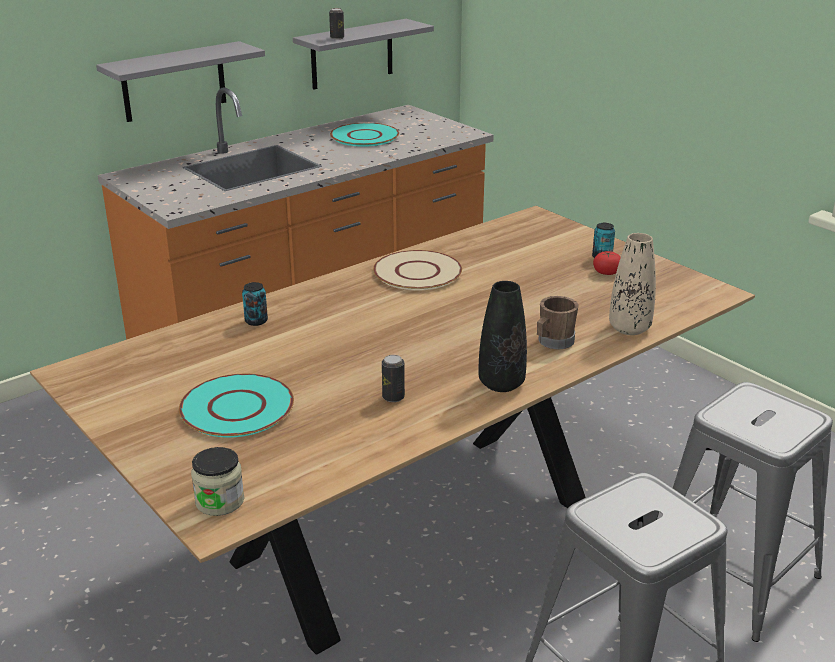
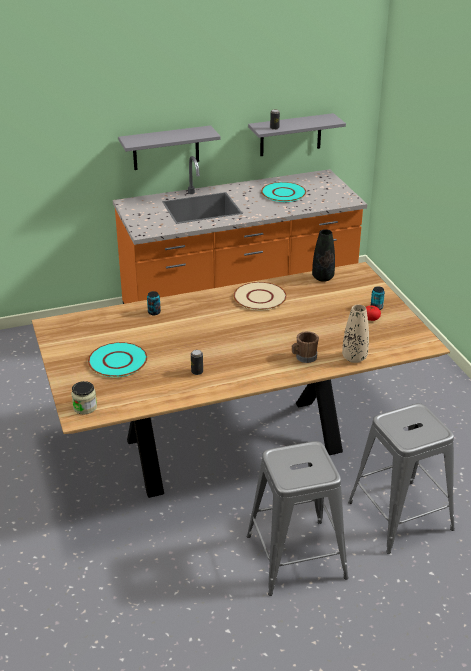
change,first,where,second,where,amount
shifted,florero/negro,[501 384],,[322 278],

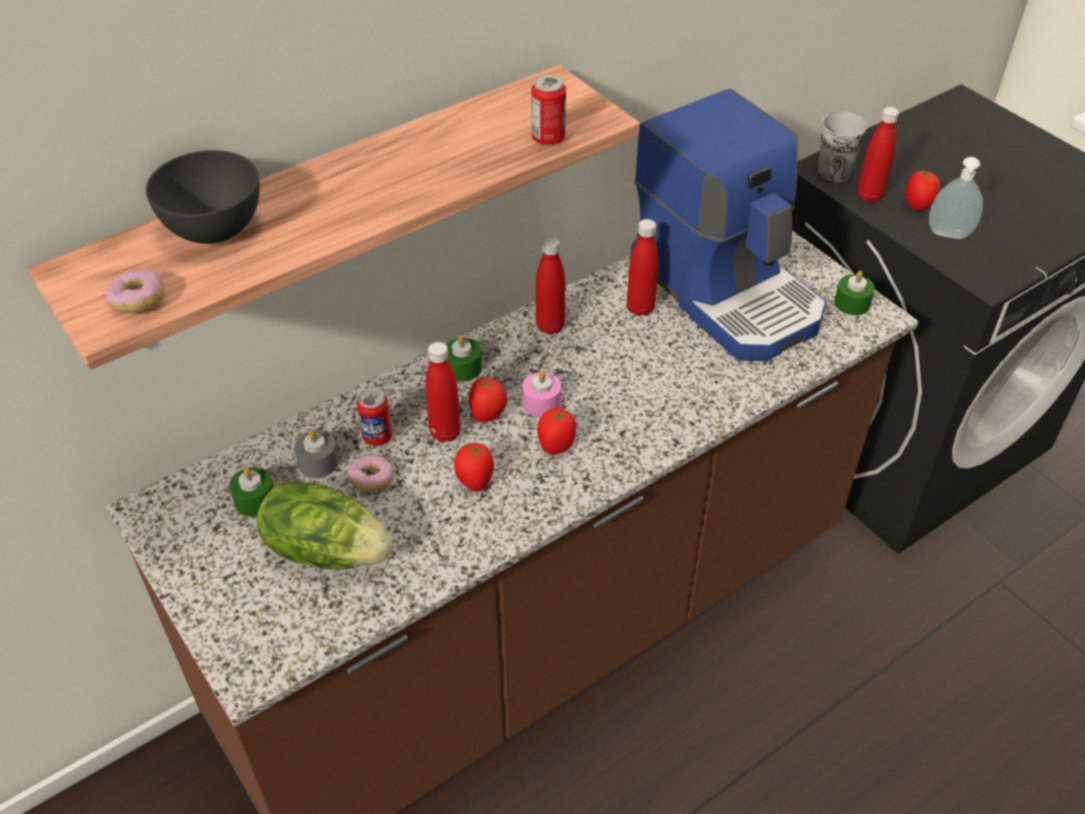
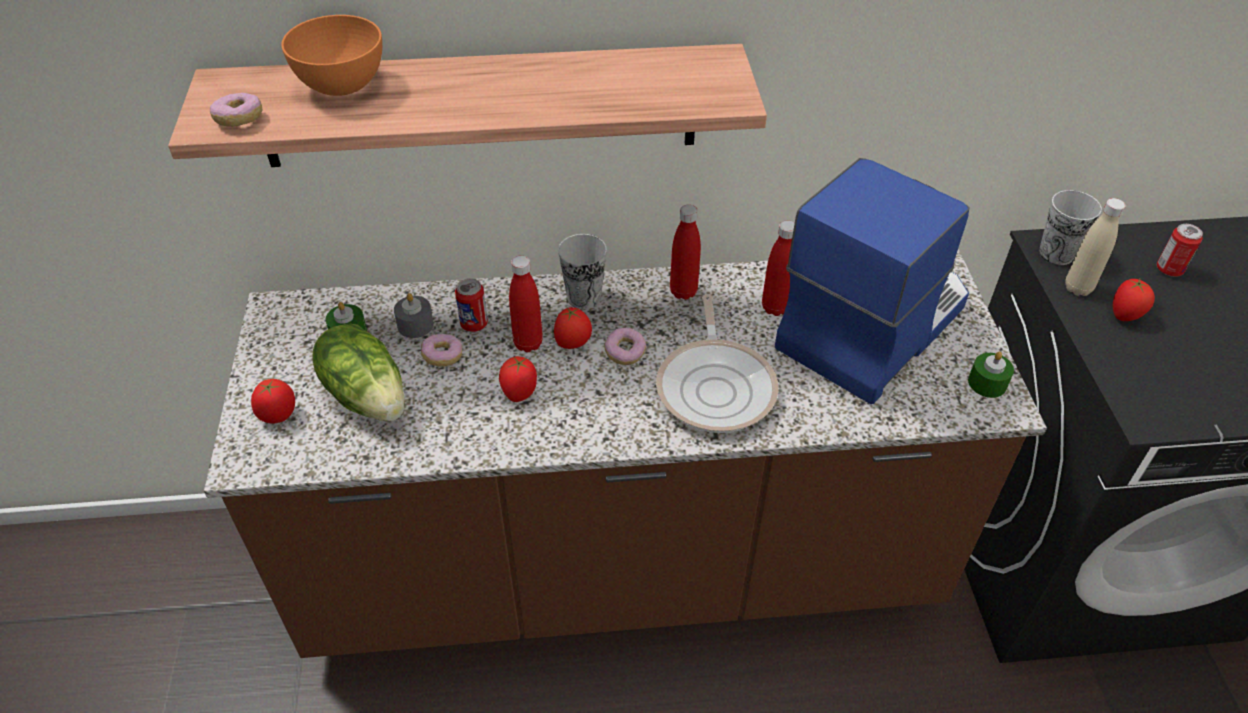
change,first,where,second,where,amount
gone,dispensador de jabón,[948 235],,,
new,,,sartén,[716 386],
shifted,lata,[548 138],,[1169 270],
shifted,tomate,[556 445],,[278 415],
swapped,vela/verde,[463 368],taza,[584 297],
swapped,vela/rosa,[541 403],rosquilla,[625 353],
repainted,cuenco/gris,[213 229],cuenco/naranja,[341 85],
repainted,botella/rojo,[869 196],botella/beis,[1078 288],
rotated,cafetera,[728 291],,[870 324],135 degrees counterclockwise

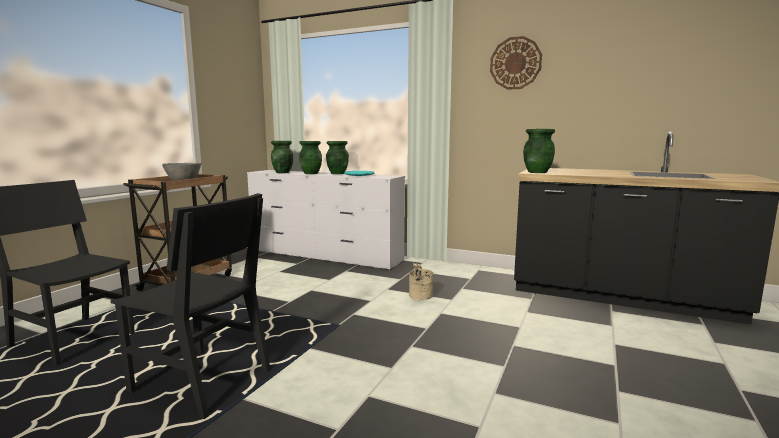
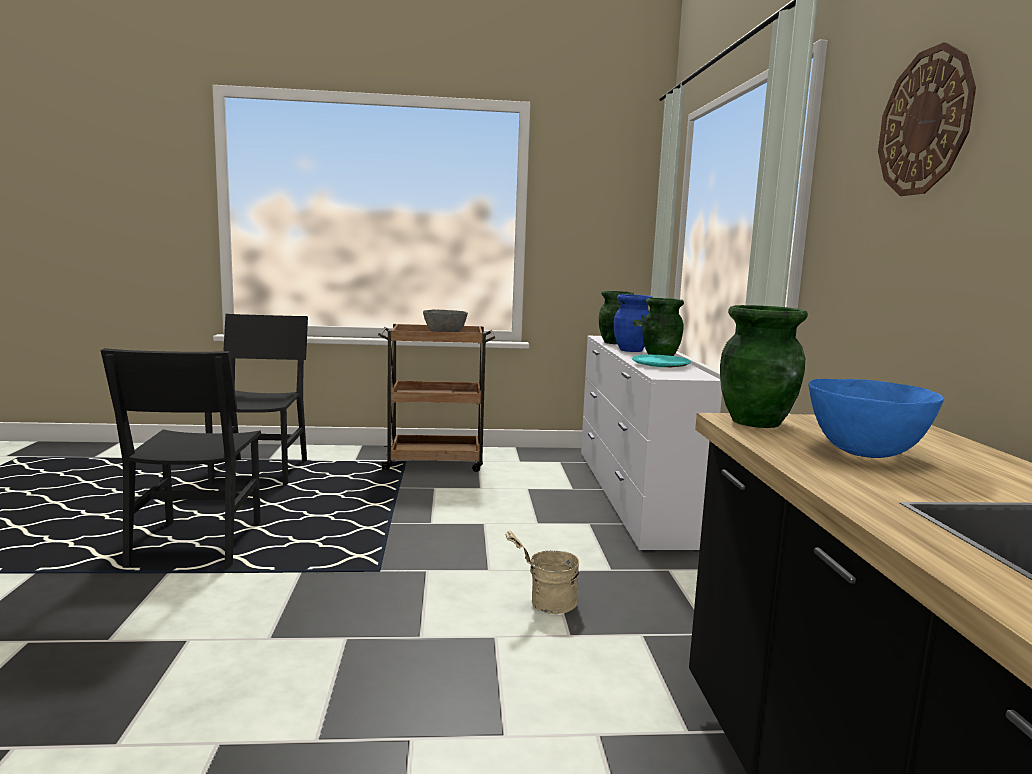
change,first,where,second,where,amount
new,,,cuenco/azul,[866 453],
repainted,florero/verde,[311 173],florero/azul,[631 350],

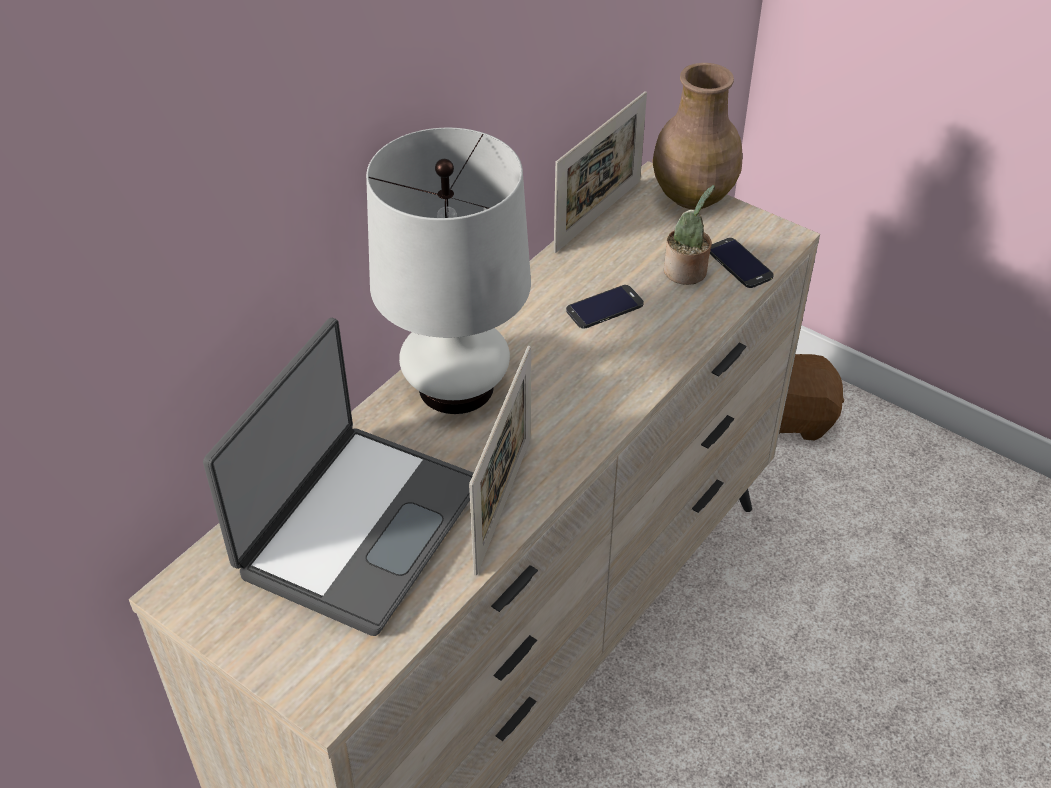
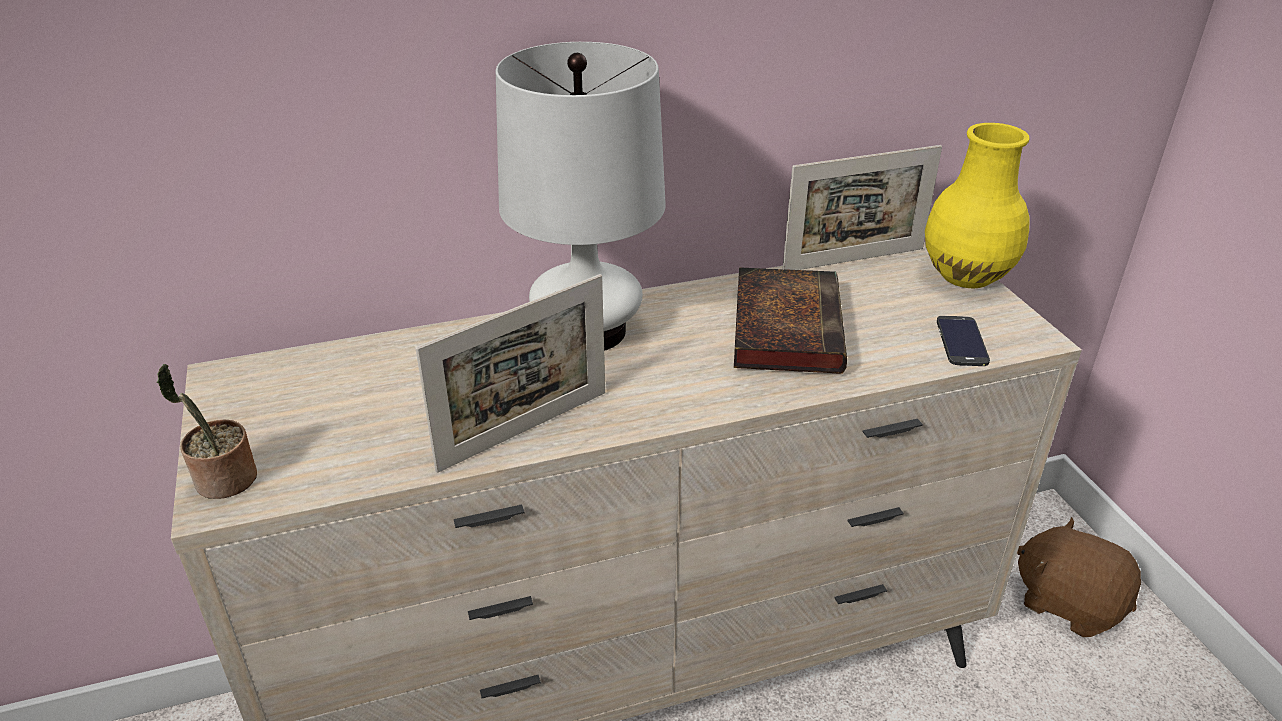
change,first,where,second,where,amount
gone,portátil,[357 527],,,
shifted,planta en maceta,[687 273],,[223 482],
swapped,móvil,[605 307],libro,[785 326],
repainted,florero/marrón,[694 196],florero/amarillo,[968 276],

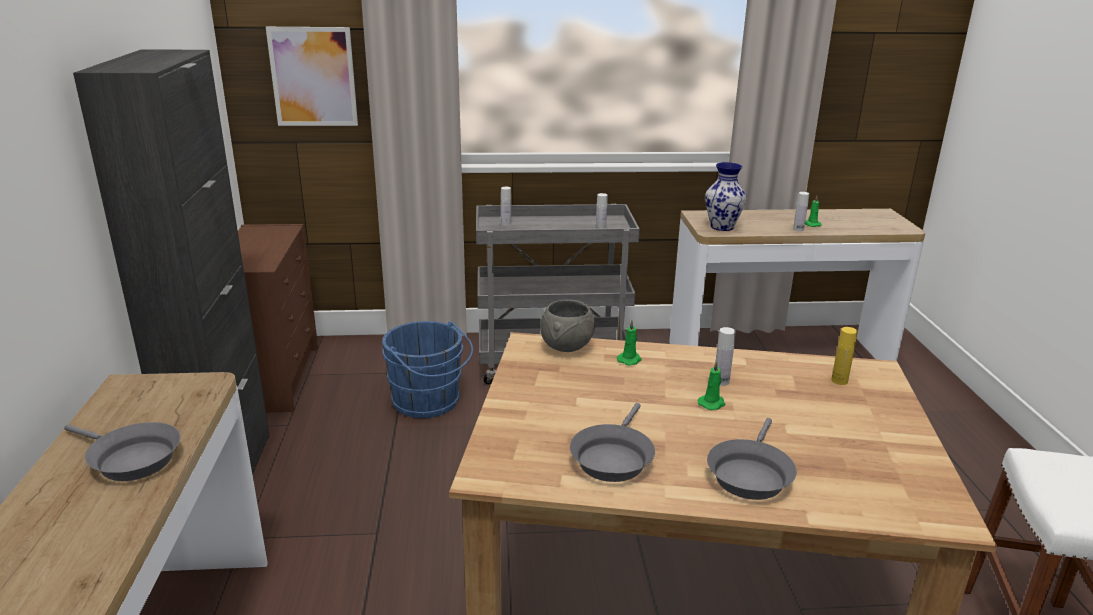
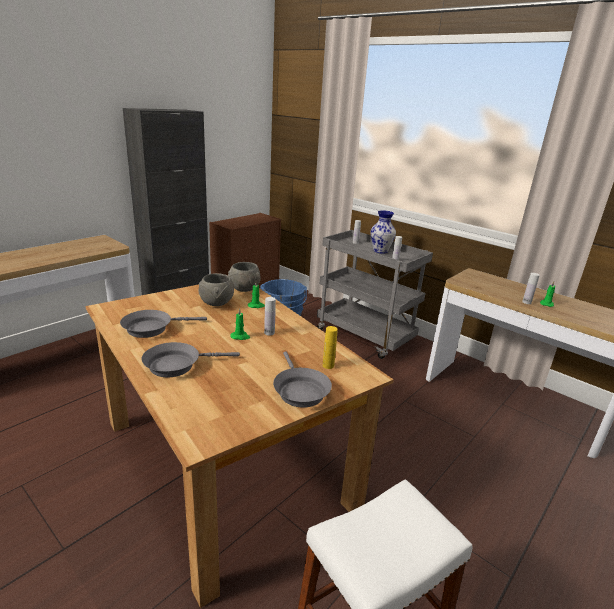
change,first,where,second,where,amount
gone,cuadro,[313 77],,,
new,,,cuenco/gris,[217 304],
shifted,sartén/gris,[130 459],,[299 390],
shifted,florero,[722 227],,[380 251],

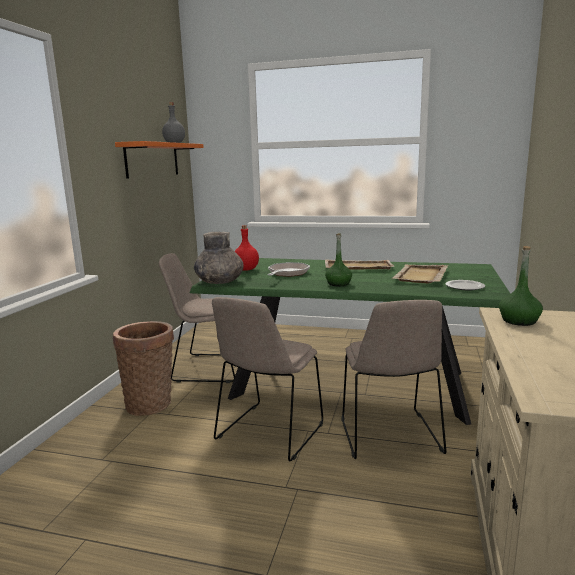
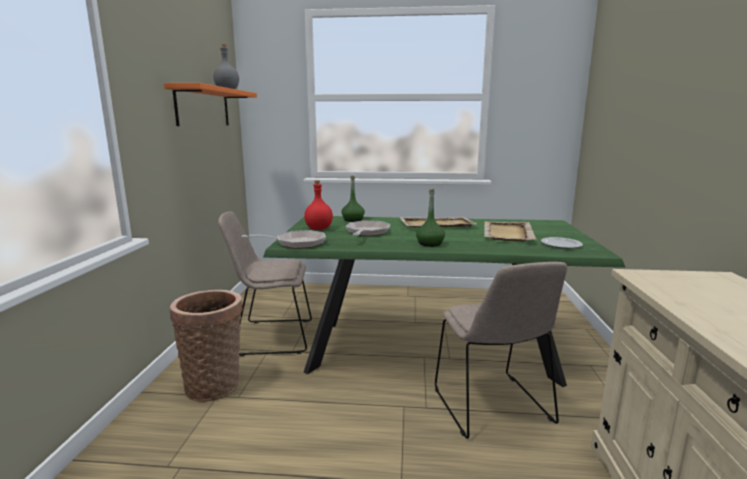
change,first,where,second,where,amount
gone,silla/beis,[268 433],,,
shifted,botella/verde,[519 321],,[353 220],
swapped,florero/gris,[219 281],sartén,[296 243],

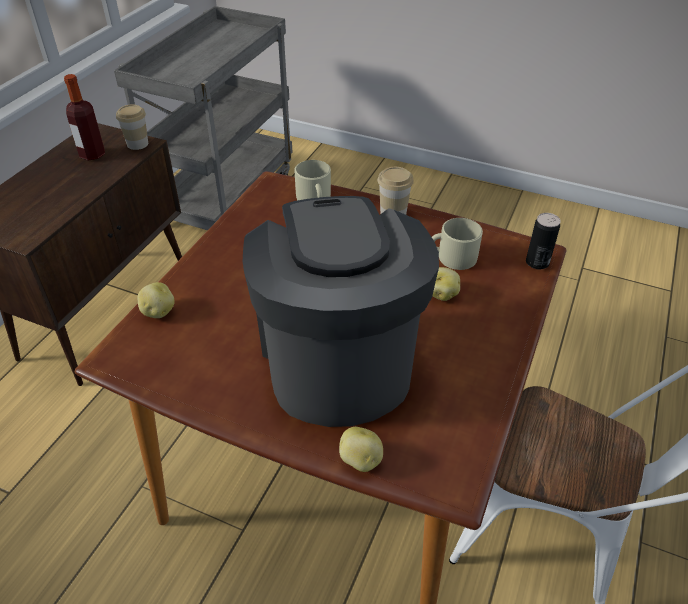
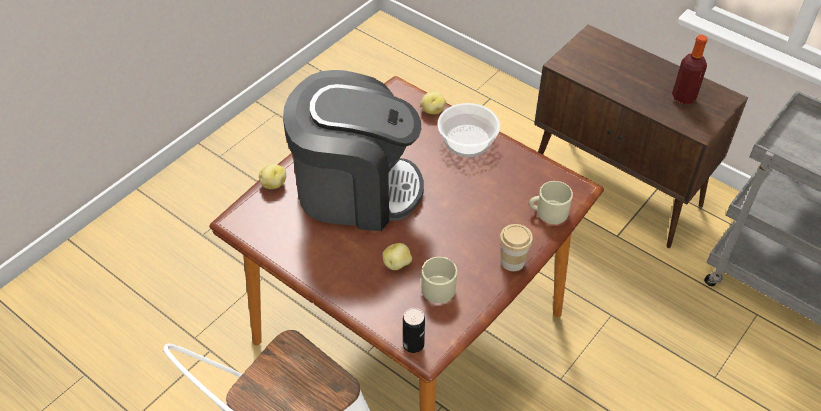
change,first,where,second,where,amount
gone,taza,[137 144],,,
new,,,cuenco,[467 140],

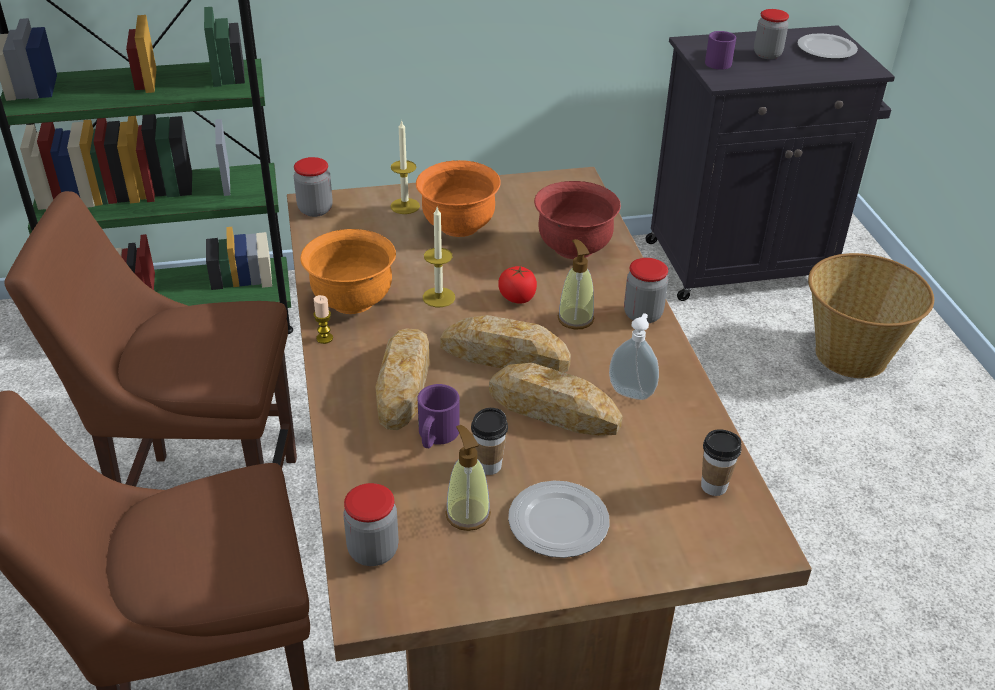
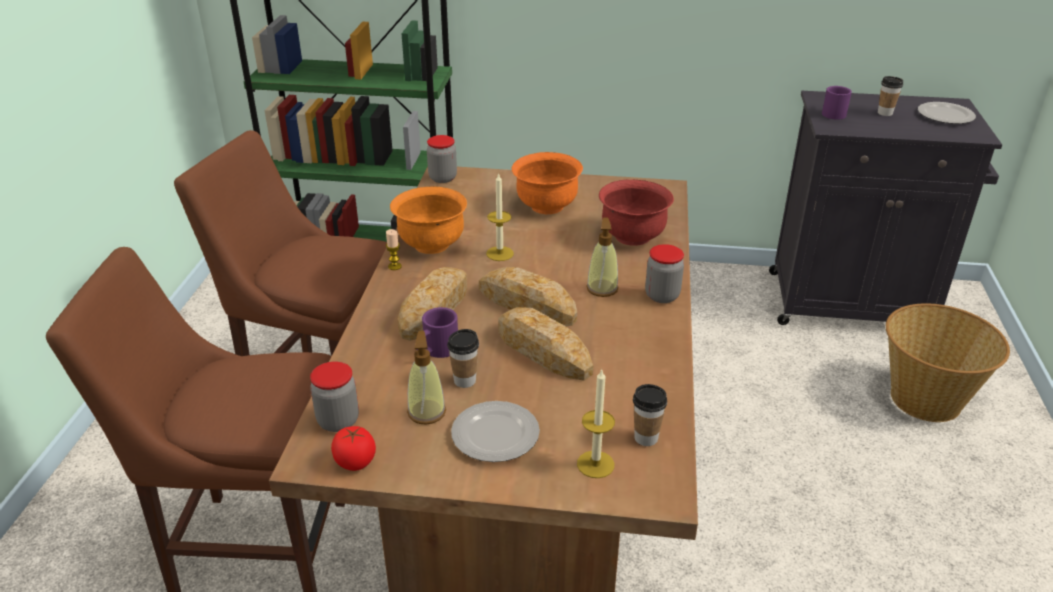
change,first,where,second,where,amount
gone,dispensador de jabón,[632 392],,,
shifted,vela,[405 206],,[595 464],
shifted,tomate,[517 297],,[355 461],
swapped,tarro,[767 54],taza,[885 113],

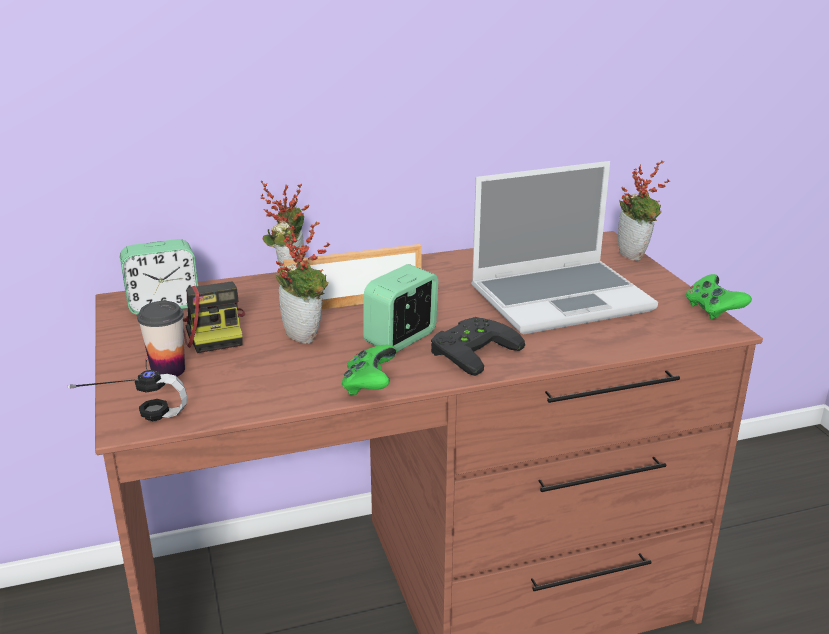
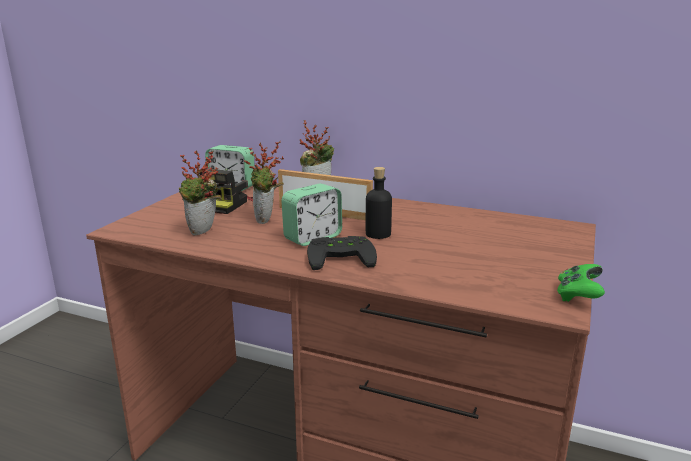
change,first,where,second,where,amount
gone,auriculares,[138 411],,,
gone,taza,[168 370],,,
gone,mando de consola/verde,[369 385],,,
gone,portátil,[561 298],,,
new,,,botella/negro,[378 234],
shifted,planta en maceta,[635 255],,[204 232],
rotated,despertador,[401 339],,[312 238],150 degrees clockwise

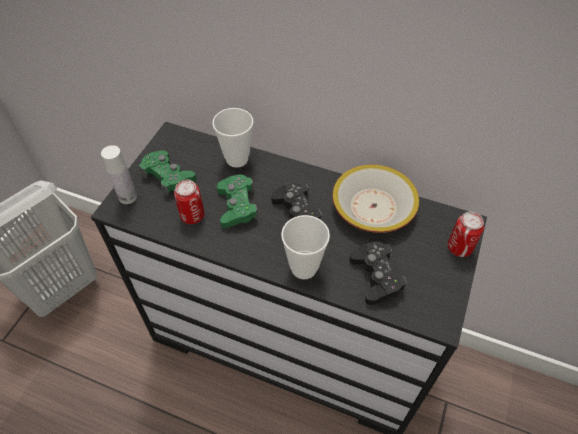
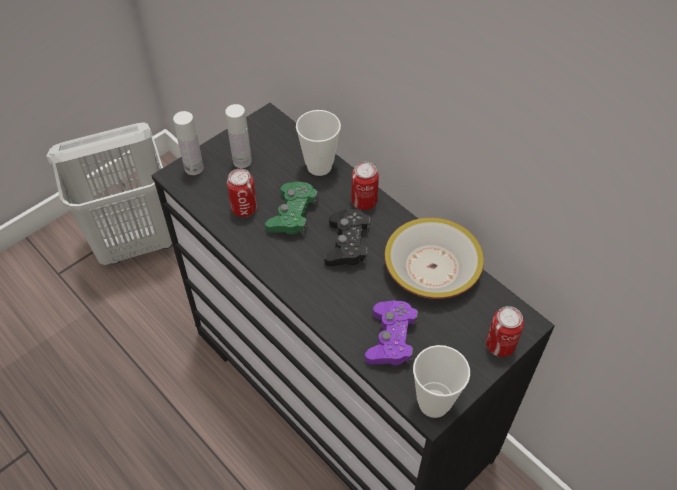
change,first,where,second,where,amount
new,,,lata,[364 201],
shifted,taza,[304 268],,[434 403],
swapped,mando de consola/verde,[168 176],botella/blanco,[242 161],
repainted,mando de consola/negro,[376 276],mando de consola/morado,[391 339],

